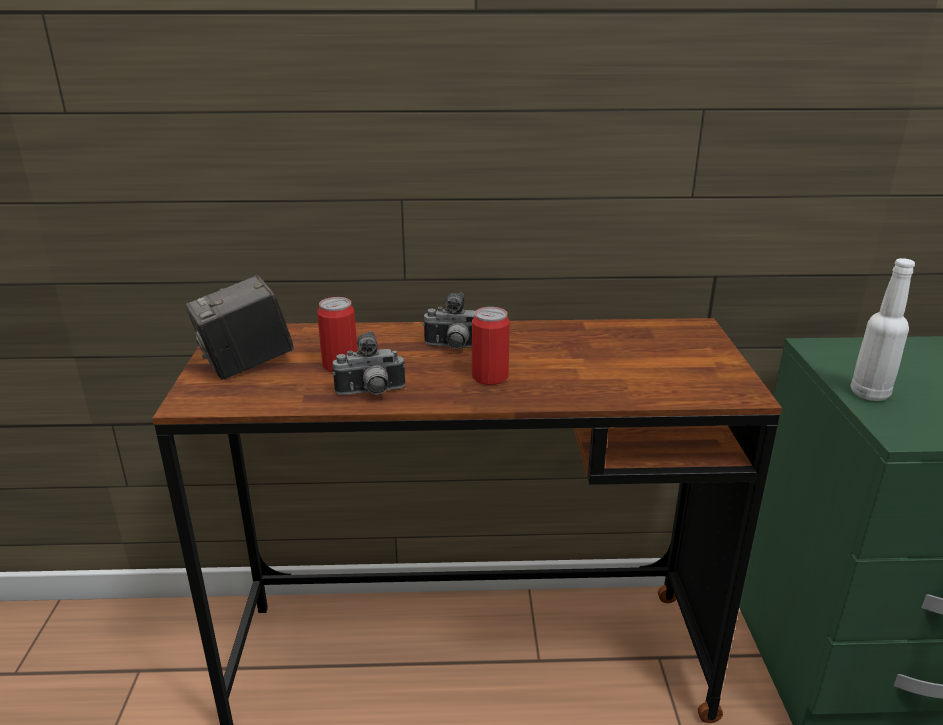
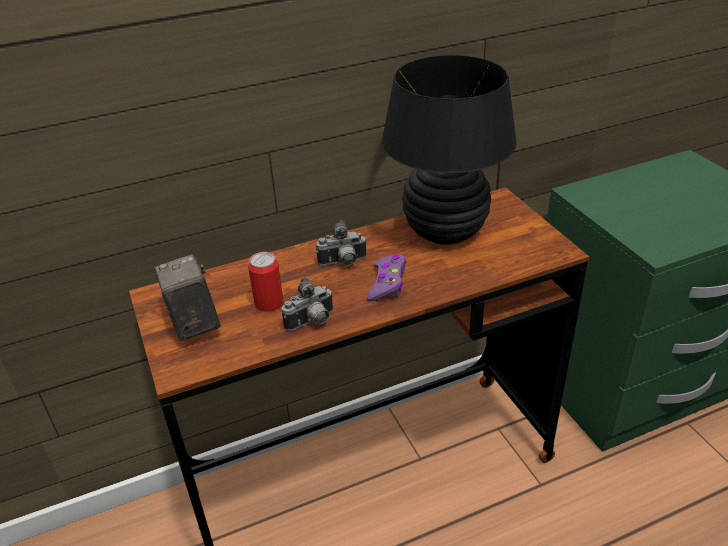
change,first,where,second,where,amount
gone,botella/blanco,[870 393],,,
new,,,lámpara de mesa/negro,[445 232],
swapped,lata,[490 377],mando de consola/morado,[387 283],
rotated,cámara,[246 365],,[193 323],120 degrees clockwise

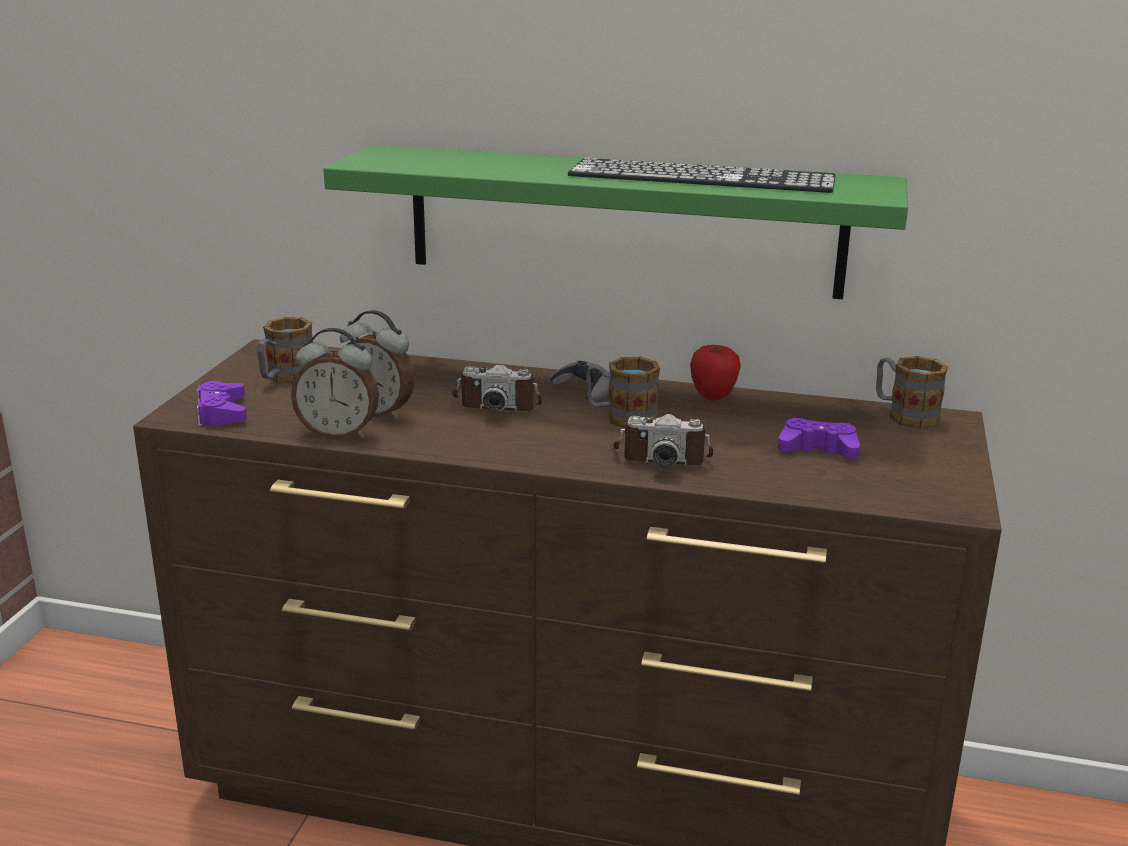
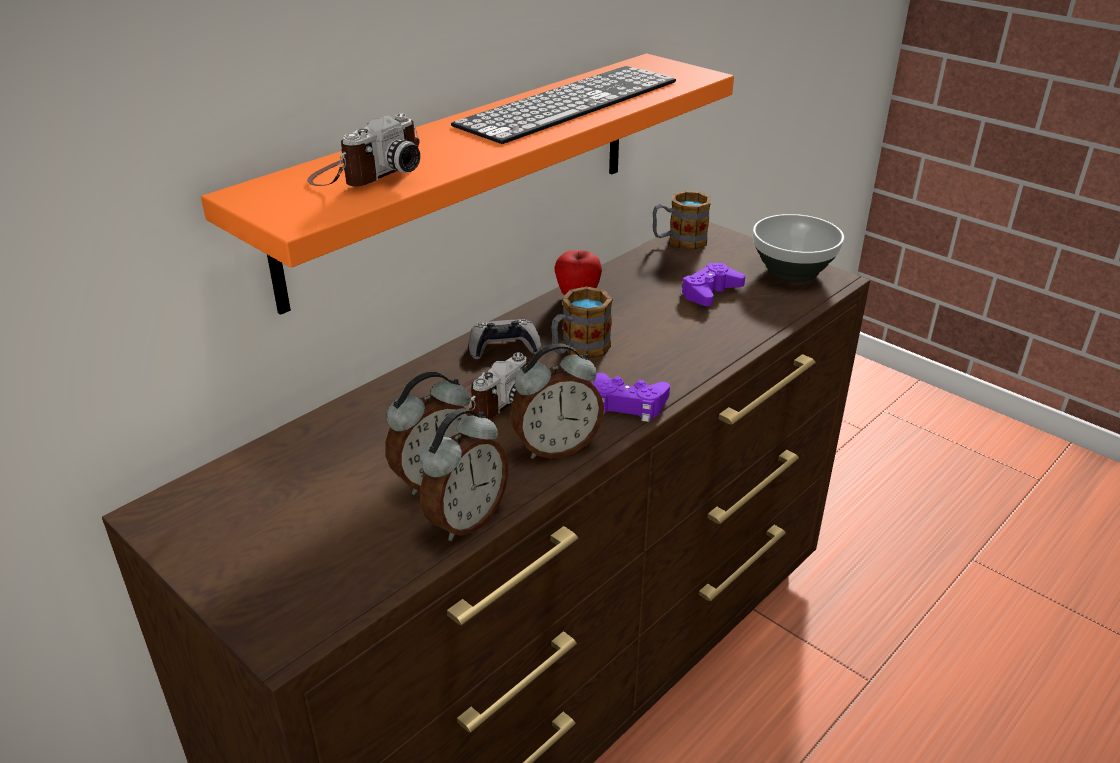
change,first,where,second,where,amount
gone,taza grande,[285 378],,,
new,,,despertador,[556 447],
new,,,cuenco,[791 271],
shifted,mando de consola/morado,[222 412],,[627 404],
shifted,cámara,[661 455],,[367 173],
repainted,estante/verde,[623 221],estante/naranja,[466 174],

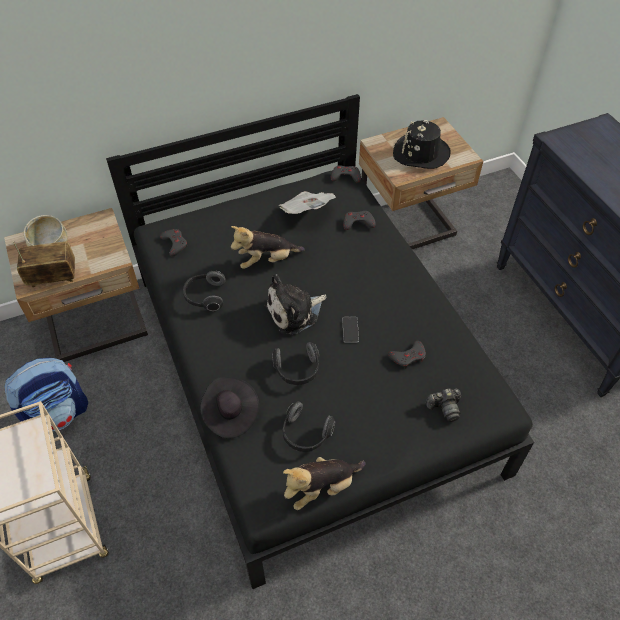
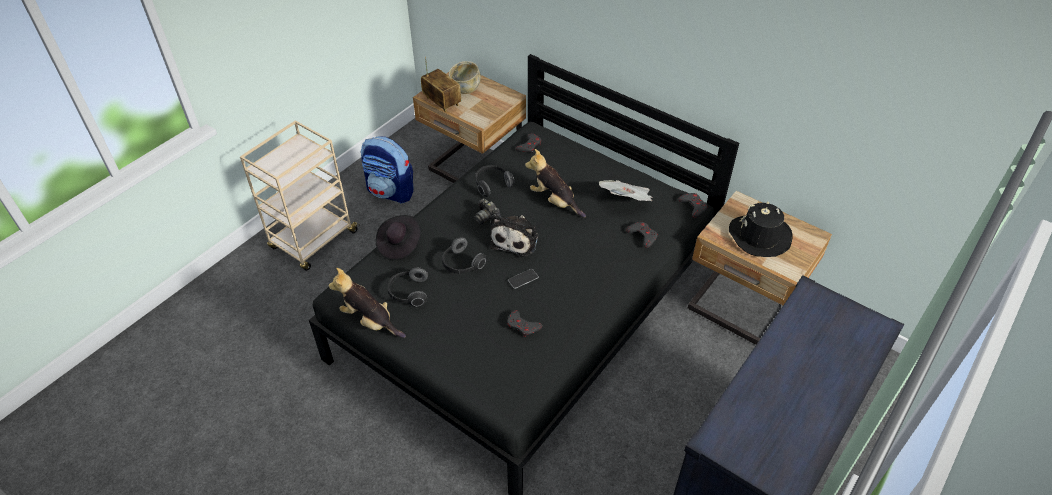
change,first,where,second,where,amount
shifted,cámara,[444 408],,[486 217],
rotated,peluche,[295 312],,[516 239],105 degrees counterclockwise

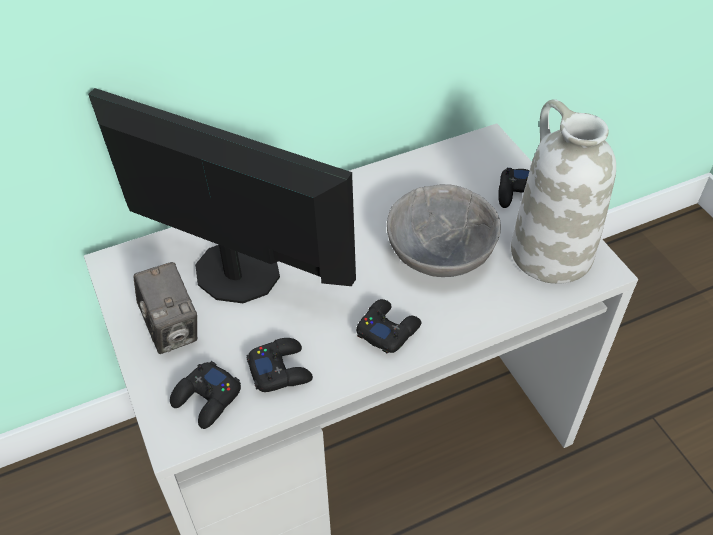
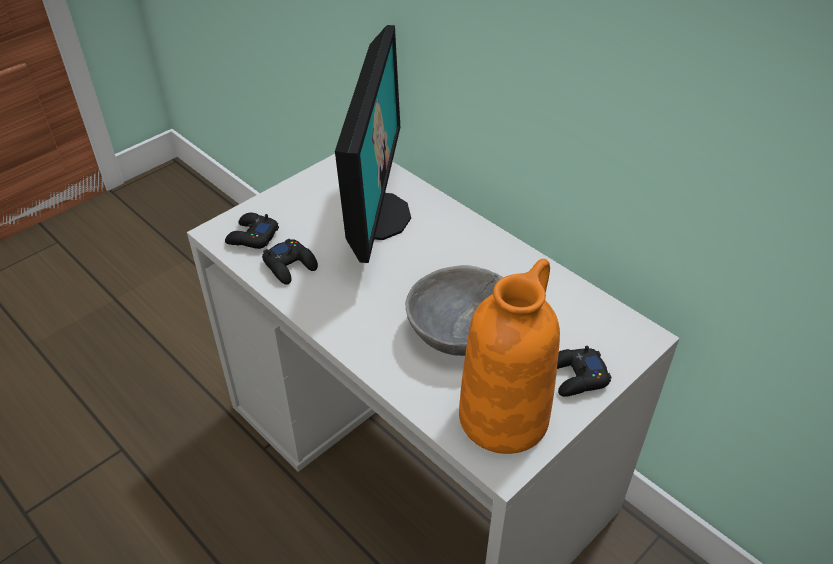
change,first,where,second,where,amount
gone,cámara,[172 329],,,
gone,mando de consola/negro,[388 329],,,
repainted,florero/blanco,[549 253],florero/naranja,[503 415],

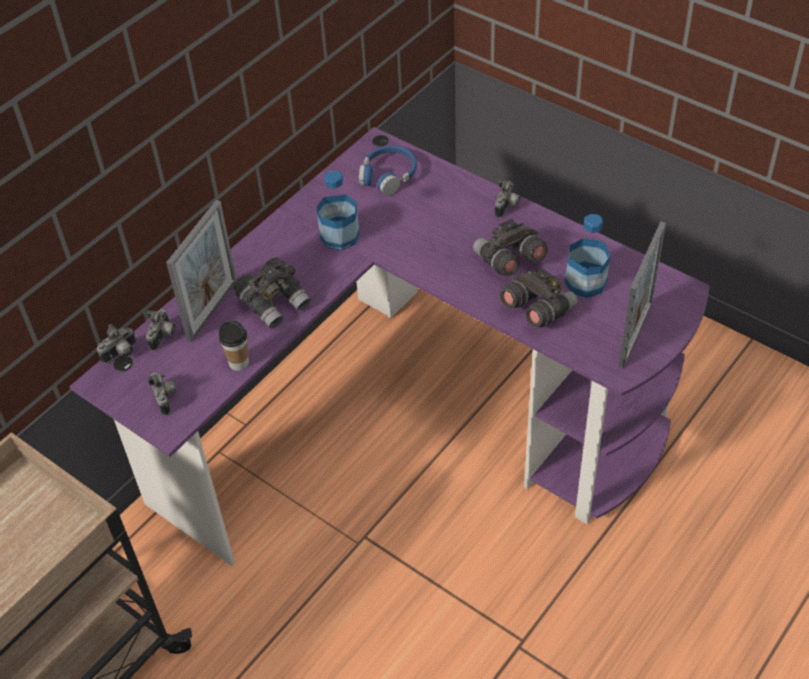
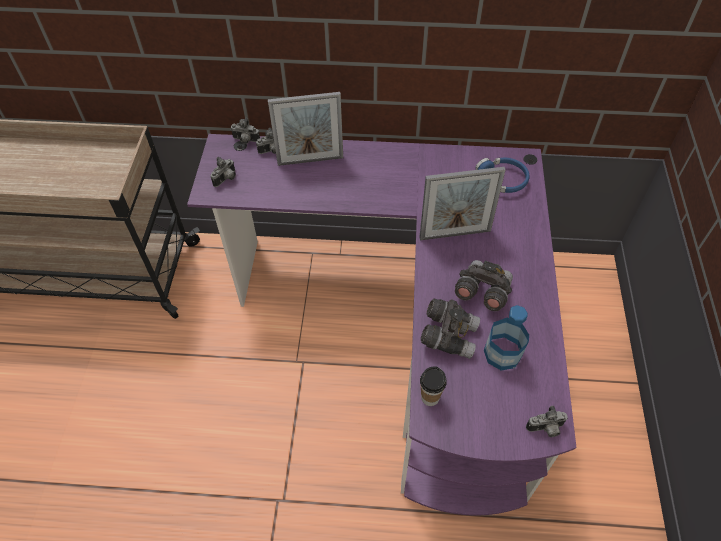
change,first,where,second,where,amount
gone,prismáticos/gris,[275 303],,,
gone,botella,[339 236],,,
shifted,taza,[239 363],,[430 398],
shifted,cámara,[507 207],,[545 429],
shifted,portarretratos,[635 334],,[455 234],

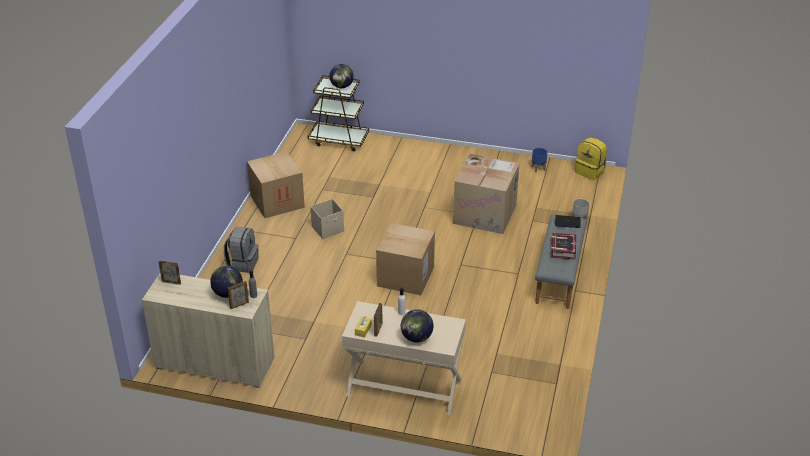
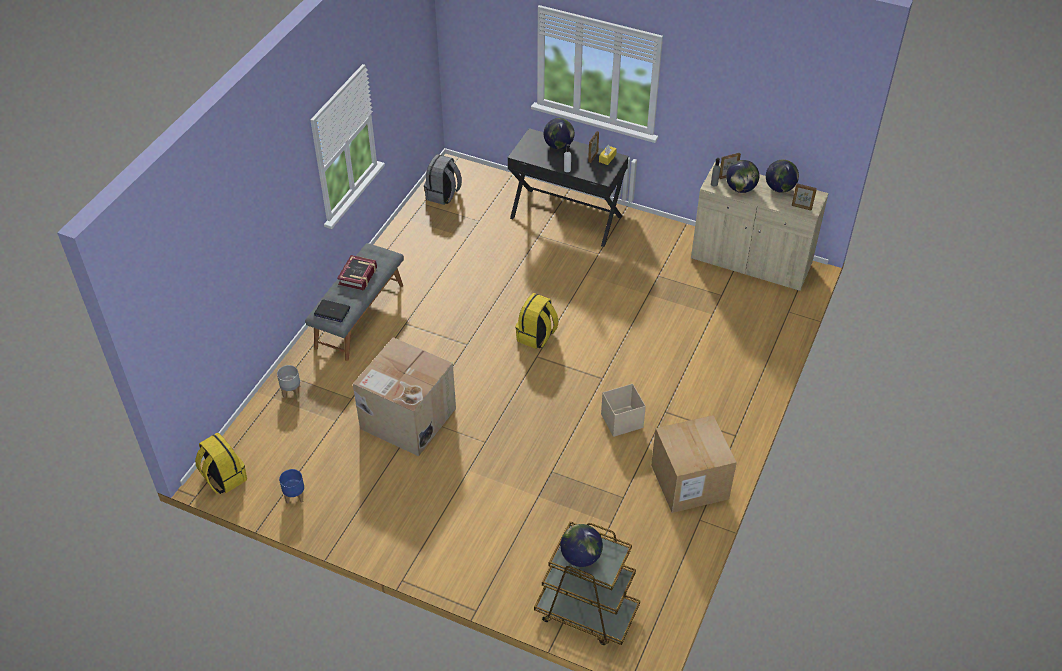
change,first,where,second,where,amount
new,,,globo terráqueo,[779 188],
shifted,mochila/gris,[243 263],,[443 195],
swapped,caja de cartón,[405 276],mochila/amarillo,[536 336],
repainted,escritorio/beis,[404 387],escritorio/negro,[566 216],

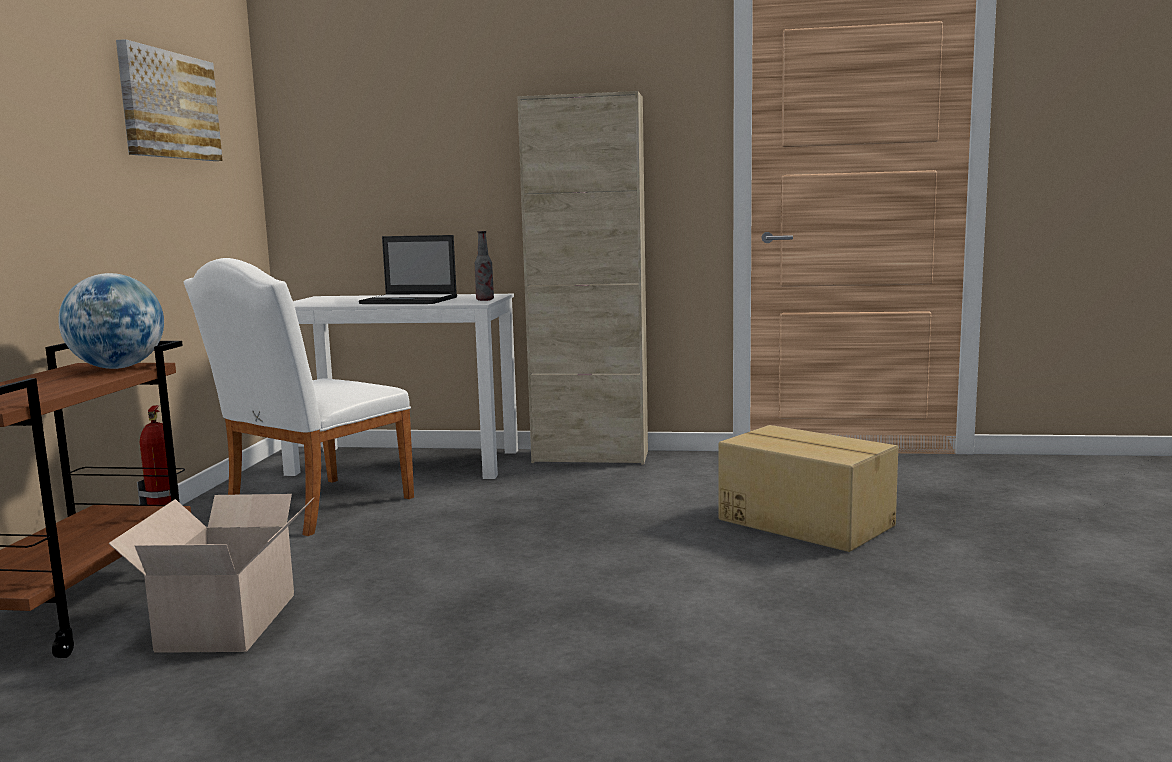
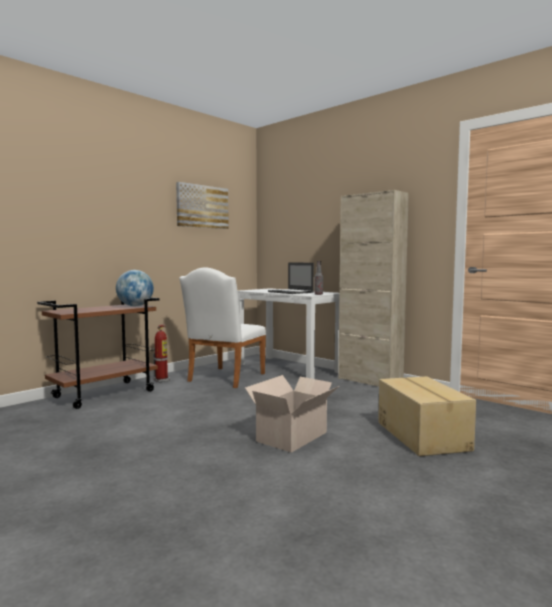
change,first,where,second,where,amount
shifted,caja de cartón,[231 620],,[294 436],
rotated,silla/blanco,[311 508],,[224 378],45 degrees counterclockwise

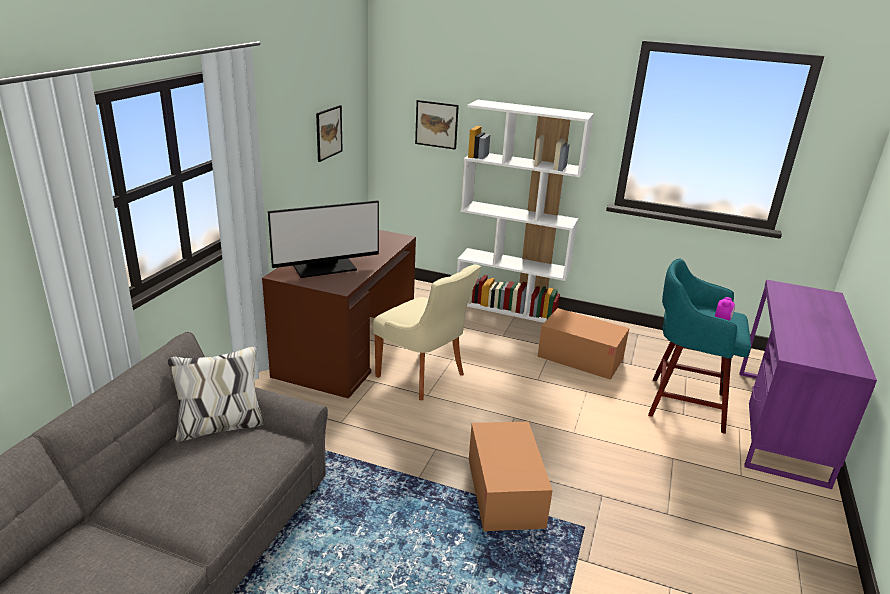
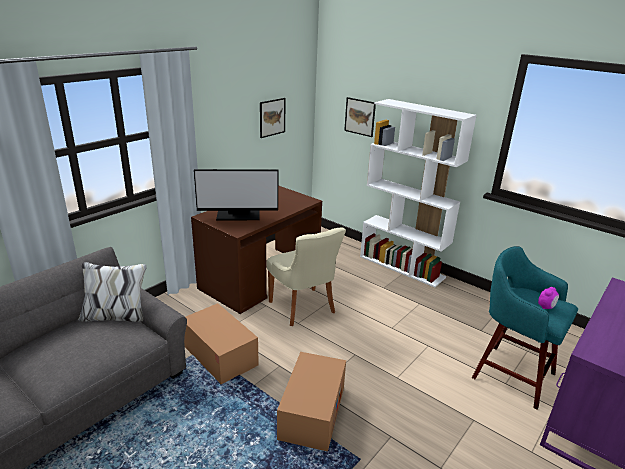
change,first,where,second,where,amount
shifted,caja de cartón,[580 357],,[220 355],

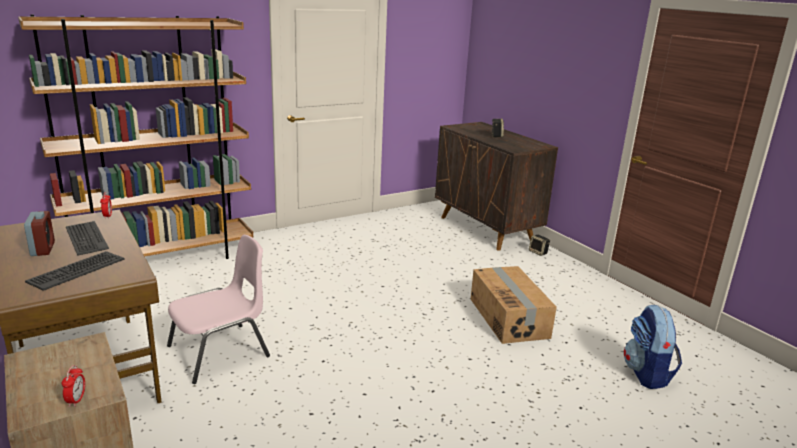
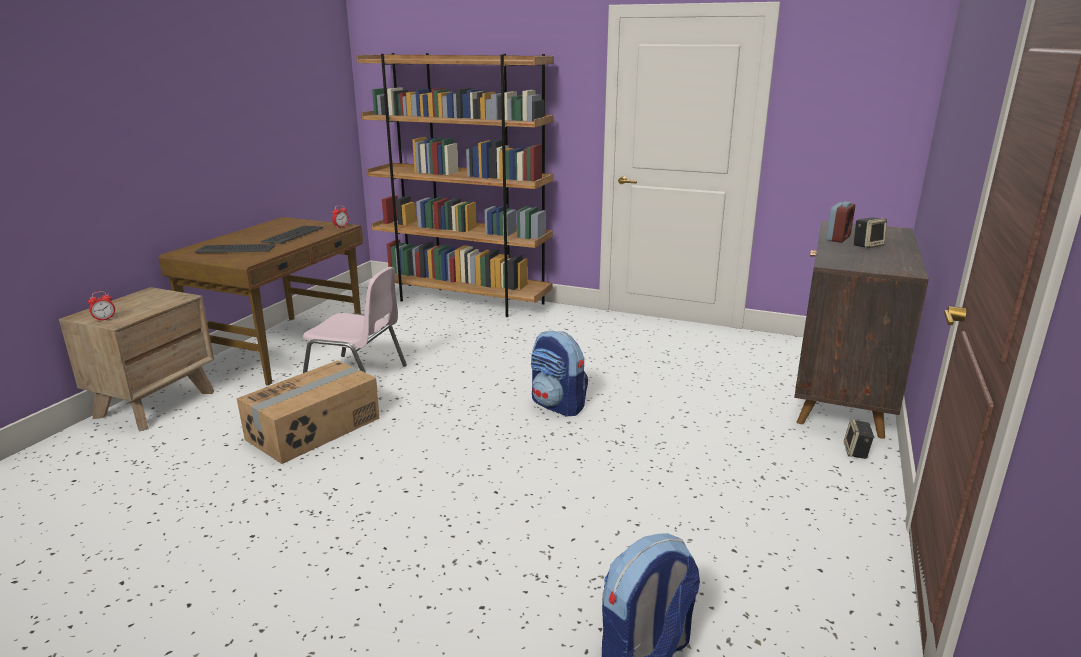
change,first,where,second,where,amount
new,,,mochila,[558 405],
shifted,despertador,[43 249],,[838 238],
shifted,caja de cartón,[509 317],,[314 429],

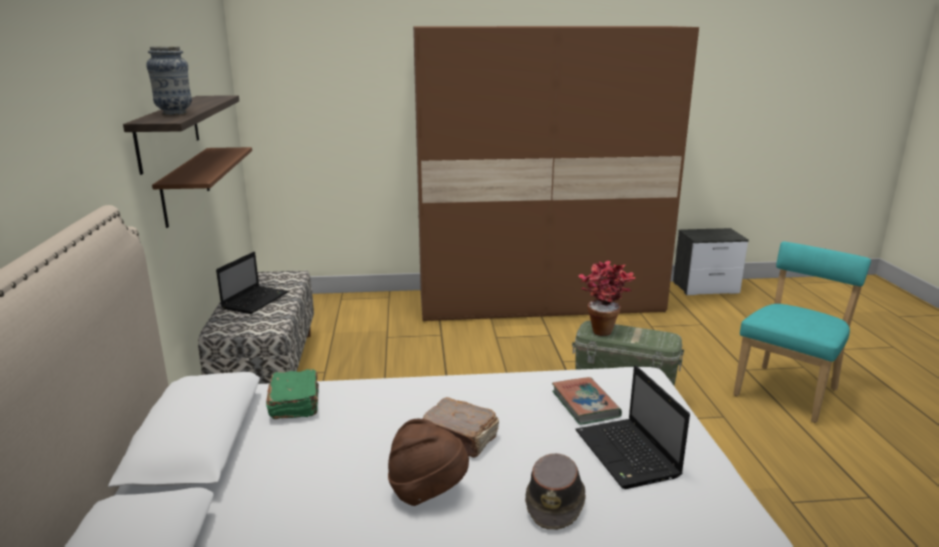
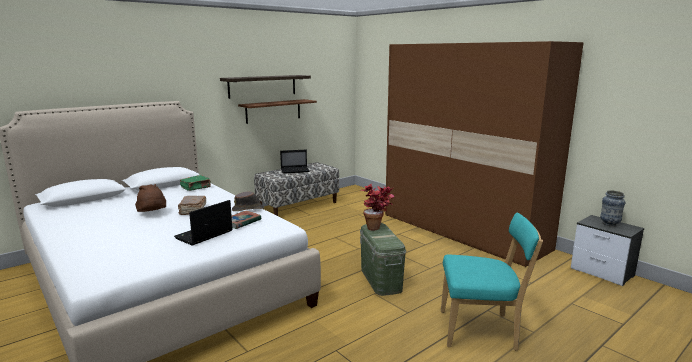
change,first,where,second,where,amount
shifted,florero,[174 113],,[609 224],
shifted,sombrero/marrón,[555 502],,[248 209],

